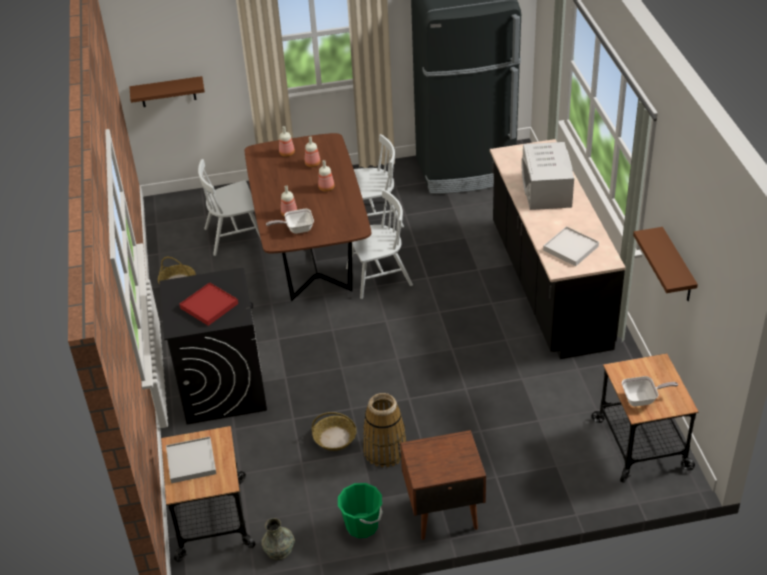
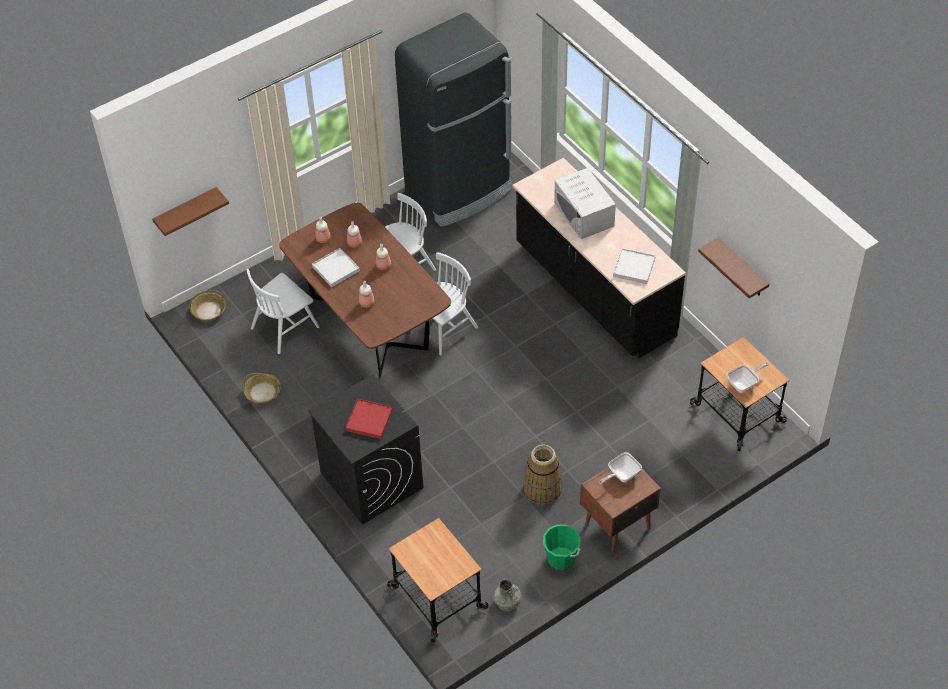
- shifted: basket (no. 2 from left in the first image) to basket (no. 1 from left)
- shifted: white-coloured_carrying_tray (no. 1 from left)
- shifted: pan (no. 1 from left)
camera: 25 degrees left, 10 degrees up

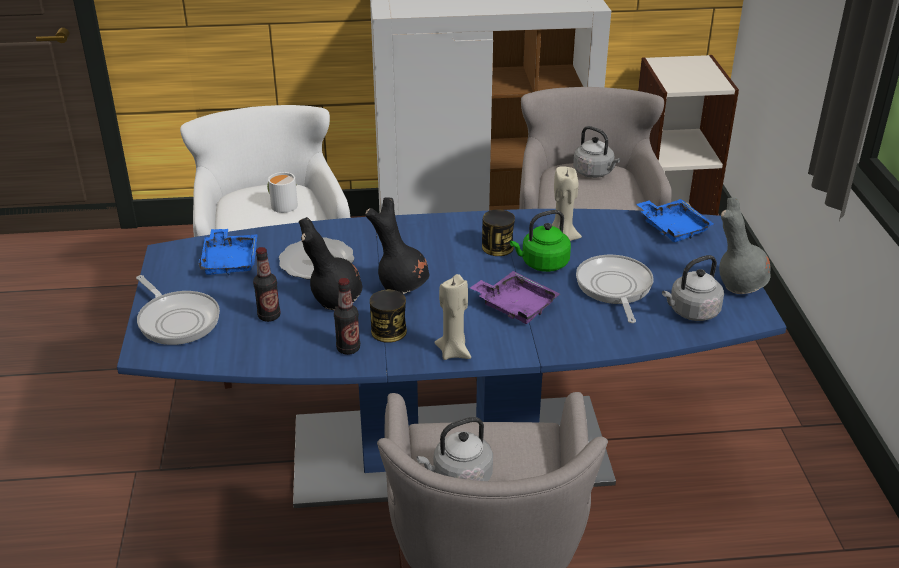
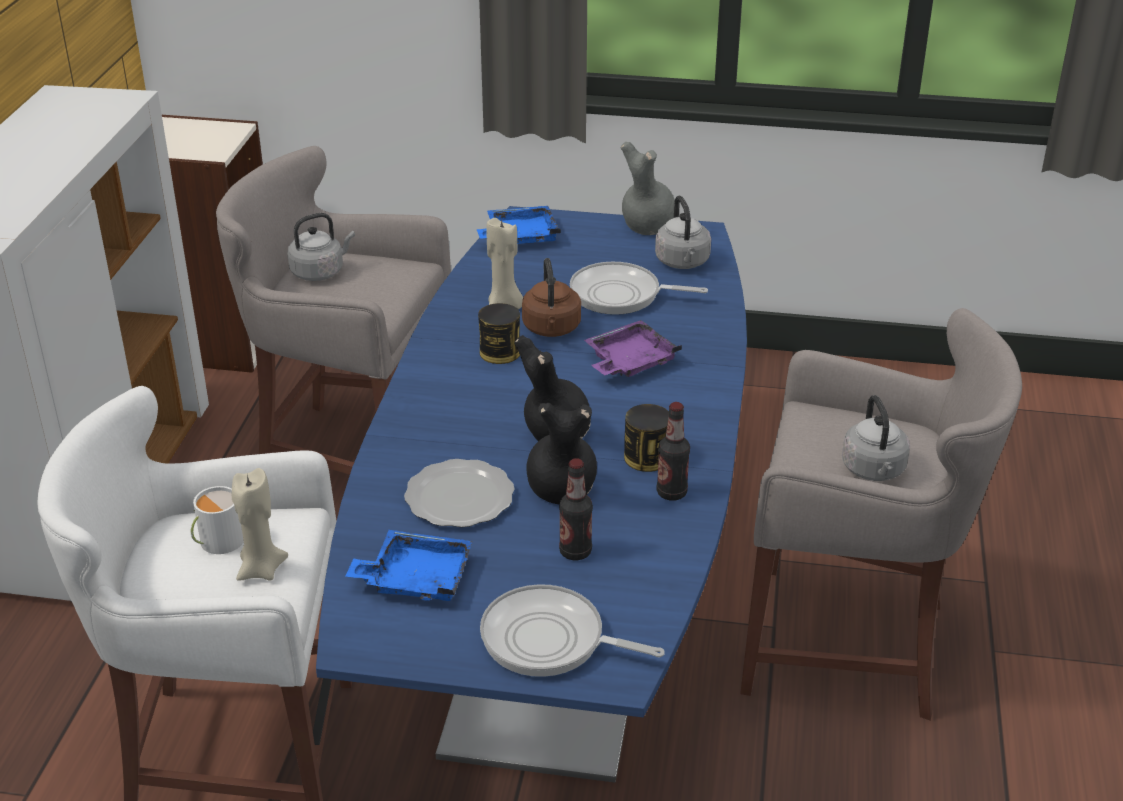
- shifted: beige-coloured_candle (no. 1 from left)
- rotated: pan (no. 1 from left) 135 degrees counterclockwise
- repainted: greenish_tea_kettle to brownish_tea_kettle
camera: 75 degrees left, 0 degrees up

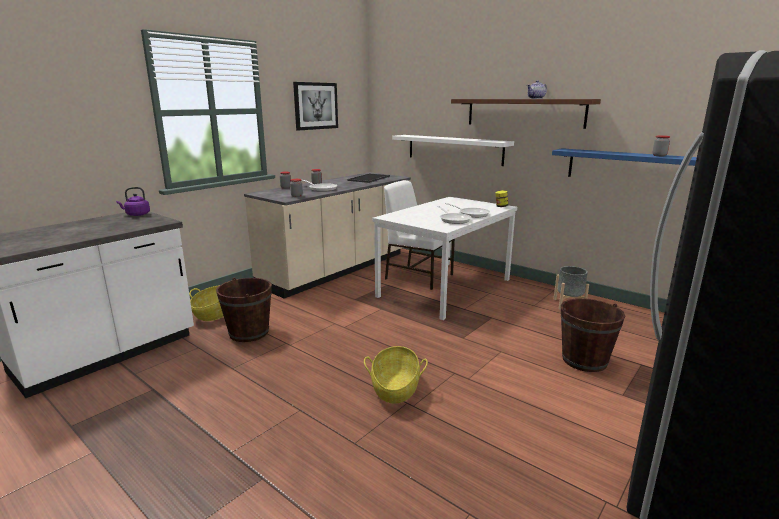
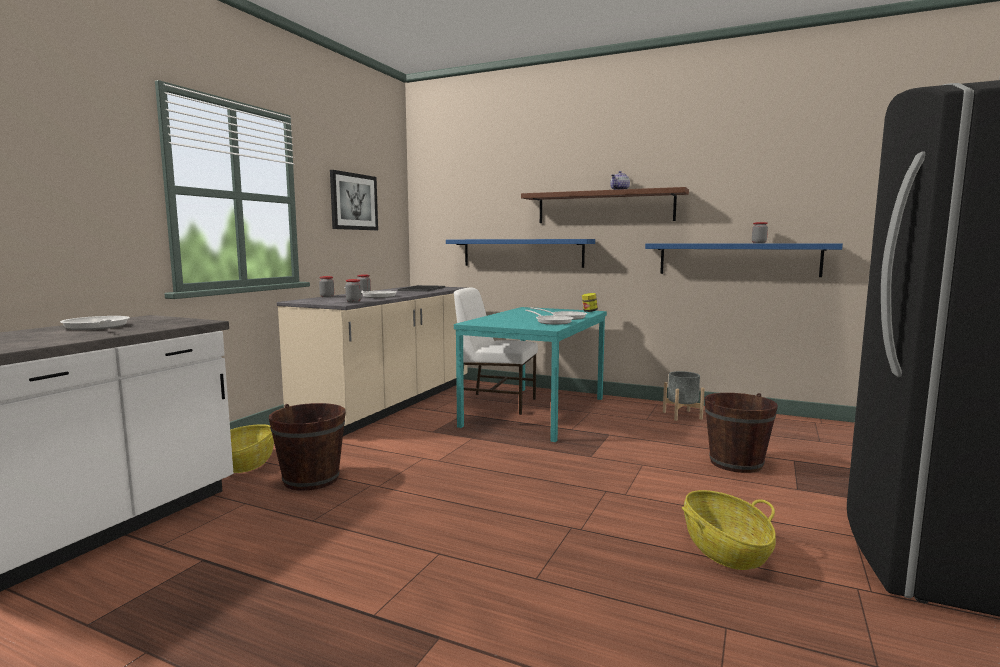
- new: pan (no. 1 from left)
- repainted: white-coloured_bracket_shelf to blue-coloured_bracket_shelf (no. 1 from left)
- repainted: white-coloured_kitchen_table to blue-green_kitchen_table
- shifted: basket (no. 2 from left)
- gone: purplish_tea_kettle
camera: 15 degrees left, 10 degrees down

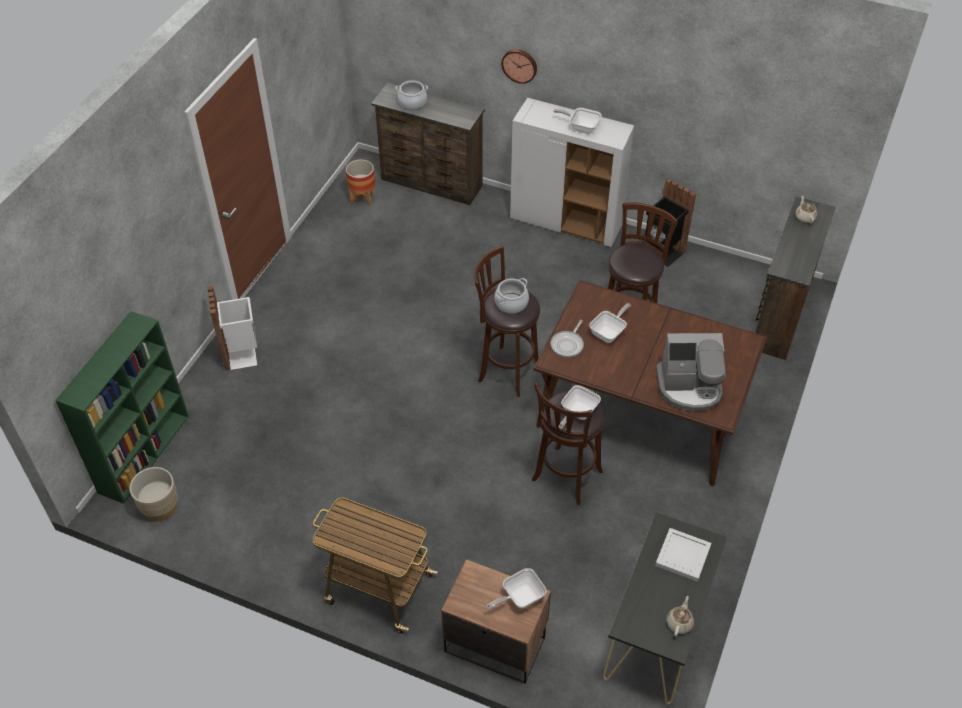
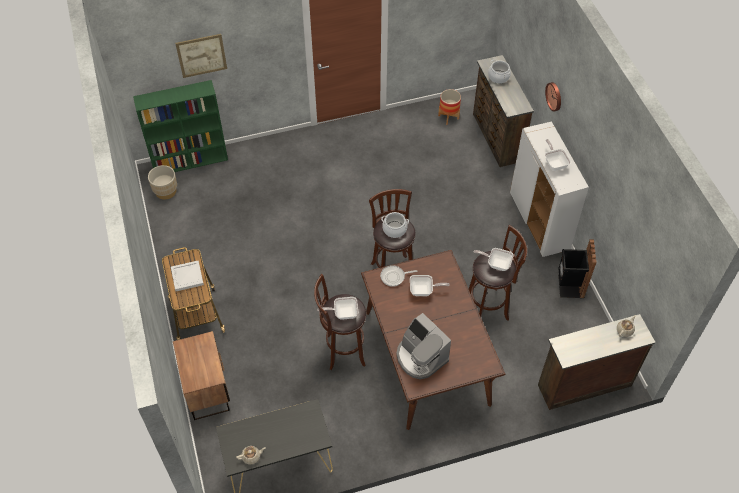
- shifted: white-coloured_carrying_tray
- new: picture
- shifted: pan (no. 1 from left in the first image) to pan (no. 4 from left)
- gone: white-coloured_waste_bin
camera: 50 degrees right, 5 degrees up

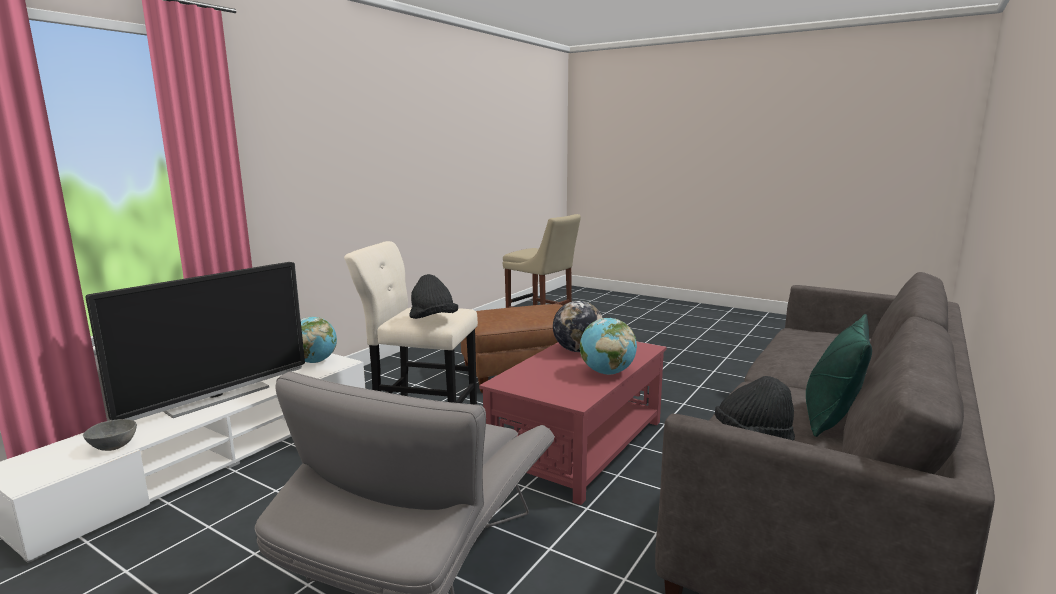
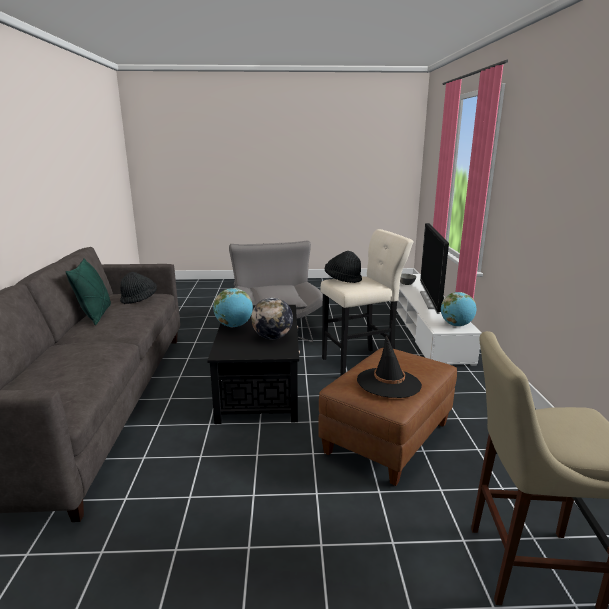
- repainted: red-coloured_low_table to black_low_table
- new: black_clothing_hat (no. 3 from left)
camera: 145 degrees right, 5 degrees up

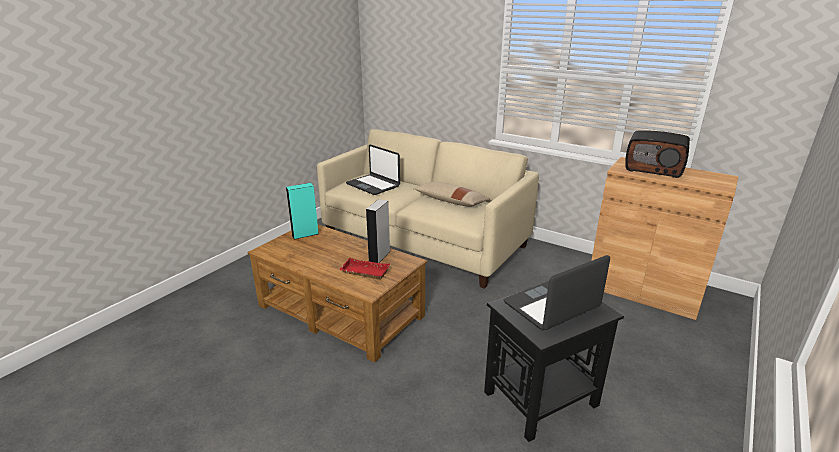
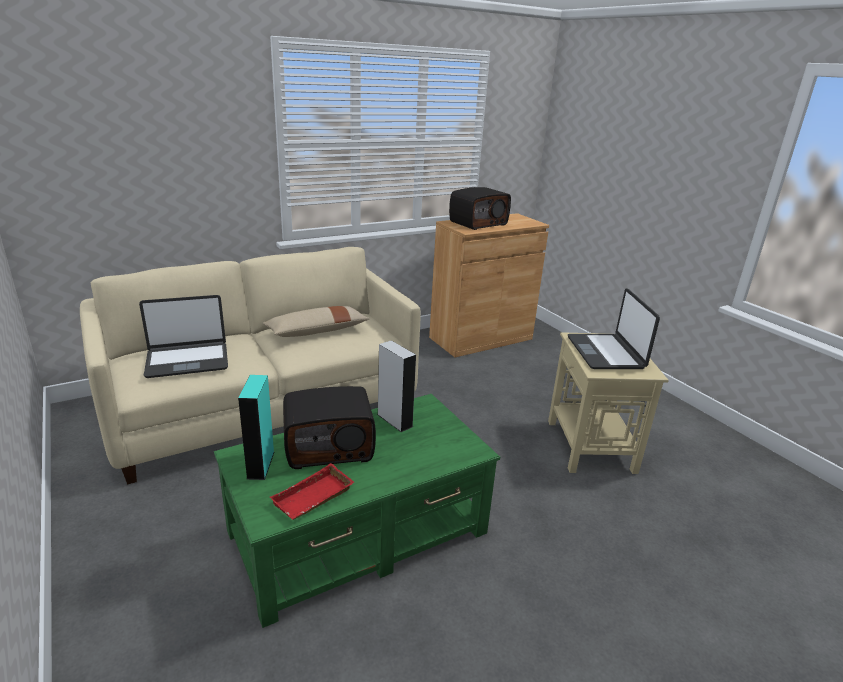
- repainted: brownish_low_table to greenish_low_table
- shifted: red-coloured_carrying_tray
- new: radio_set (no. 1 from left)
- repainted: black_end_table to beige-coloured_end_table
camera: 65 degrees left, 0 degrees up

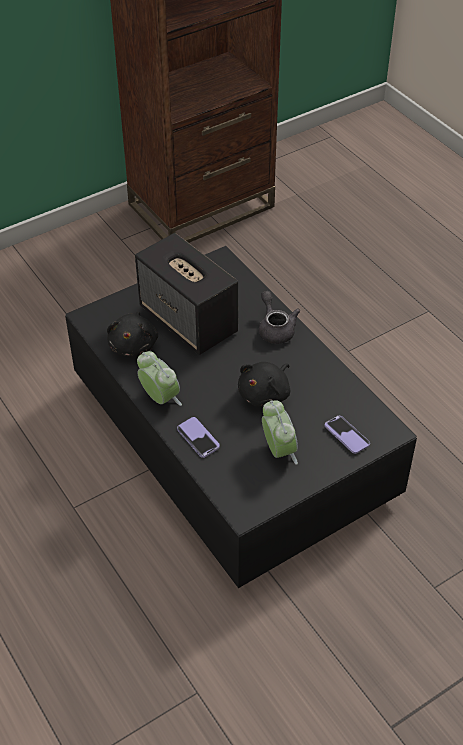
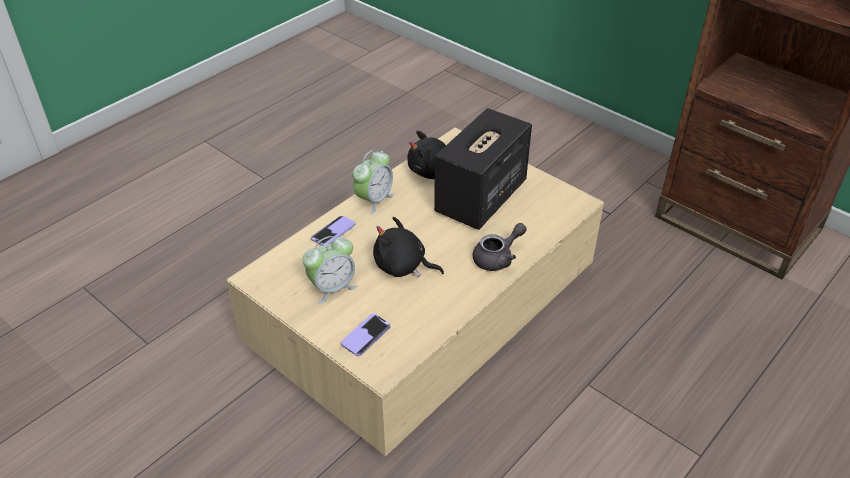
- repainted: black_low_table to beige-coloured_low_table
camera: 75 degrees right, 5 degrees down

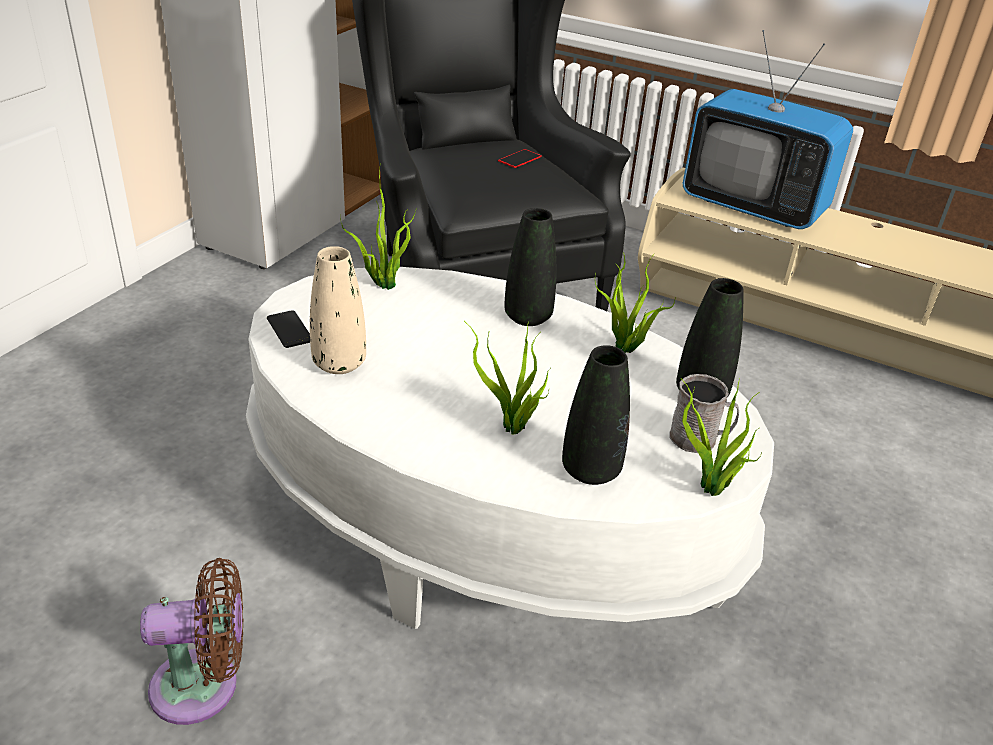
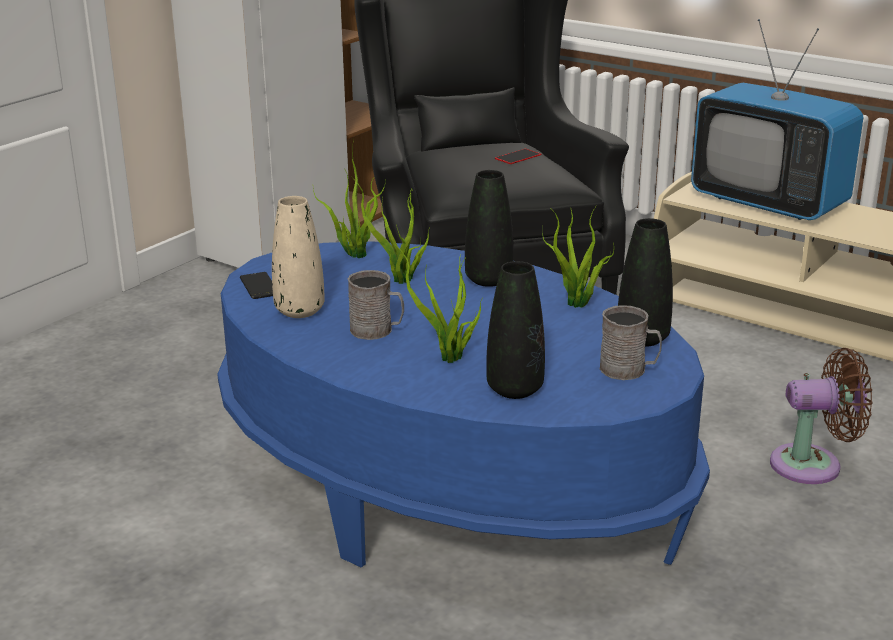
- repainted: white-coloured_low_table to blue-coloured_low_table
- new: gray_mug (no. 1 from left)
- shifted: potted_plant (no. 4 from left in the first image) to potted_plant (no. 2 from left)
- shifted: brownish_cooling_fan
camera: 10 degrees right, 10 degrees down

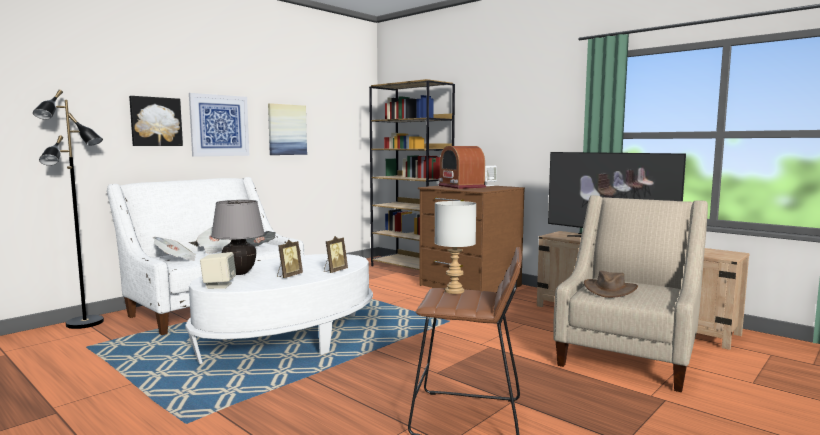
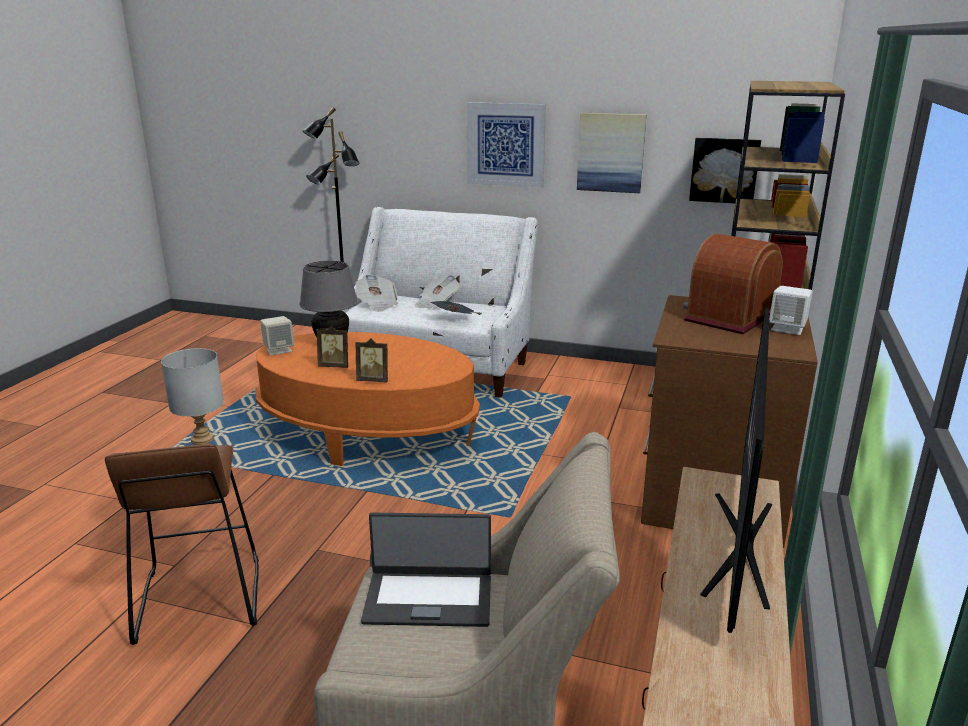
- repainted: white-coloured_low_table to orange_low_table
- swapped: brownish_clothing_hat to portable_computer
- shifted: picture (no. 1 from left in the first image) to picture (no. 3 from left)
camera: 65 degrees right, 15 degrees up

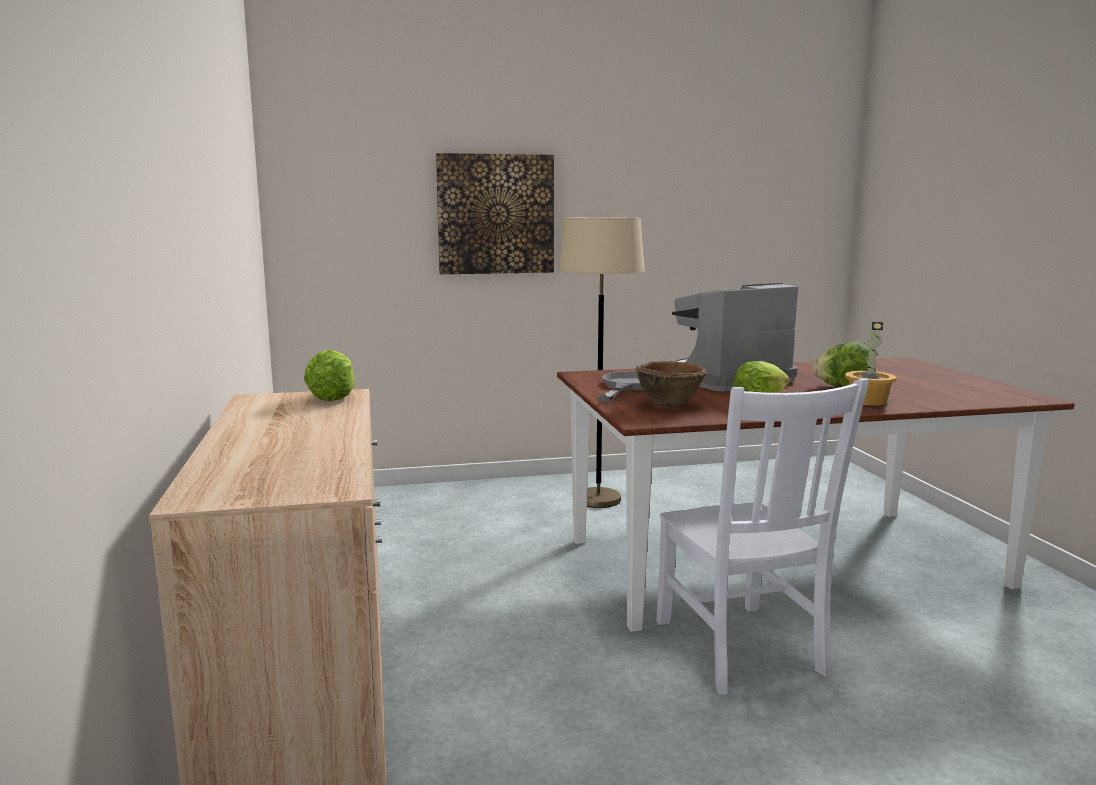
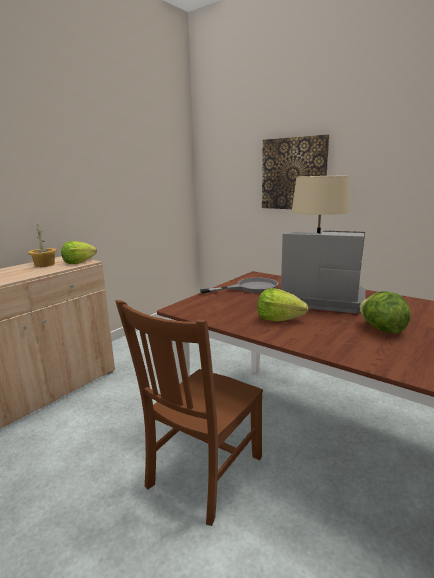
- shifted: potted_plant
- repainted: white-coloured_upright_chair to brownish_upright_chair
- gone: brownish_bowl
camera: 50 degrees right, 5 degrees up

